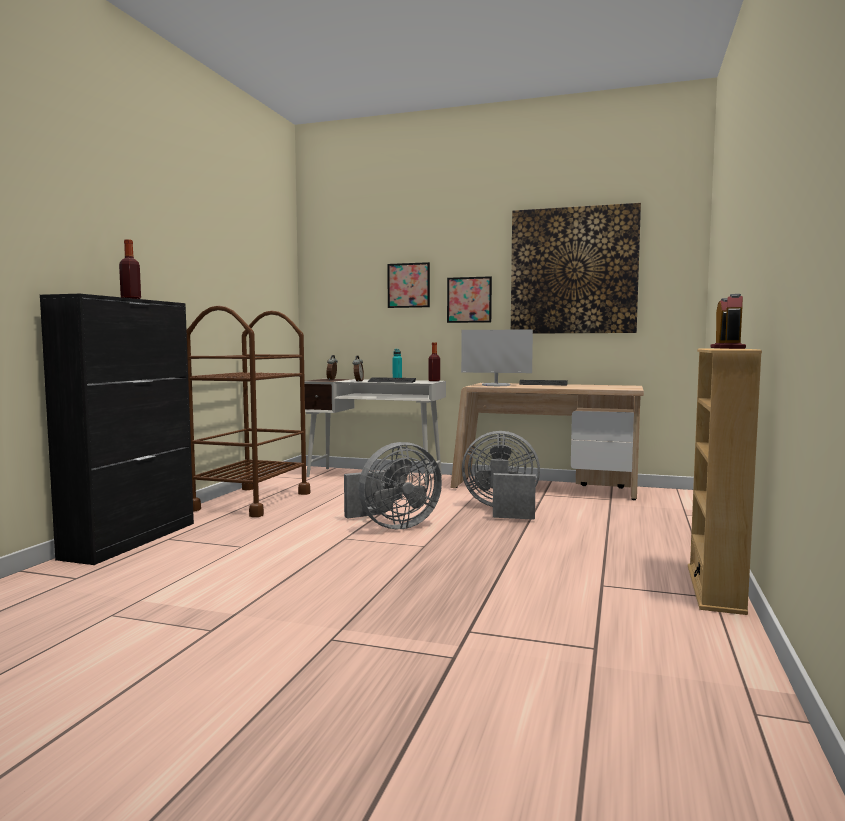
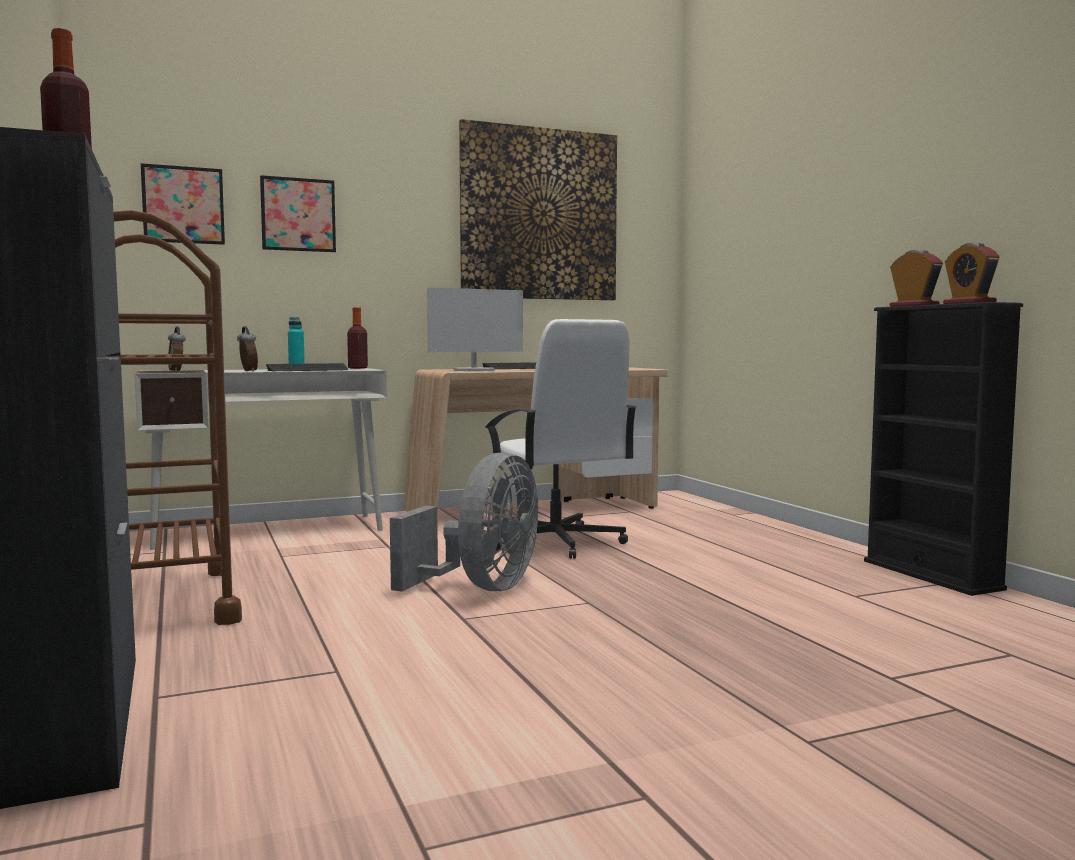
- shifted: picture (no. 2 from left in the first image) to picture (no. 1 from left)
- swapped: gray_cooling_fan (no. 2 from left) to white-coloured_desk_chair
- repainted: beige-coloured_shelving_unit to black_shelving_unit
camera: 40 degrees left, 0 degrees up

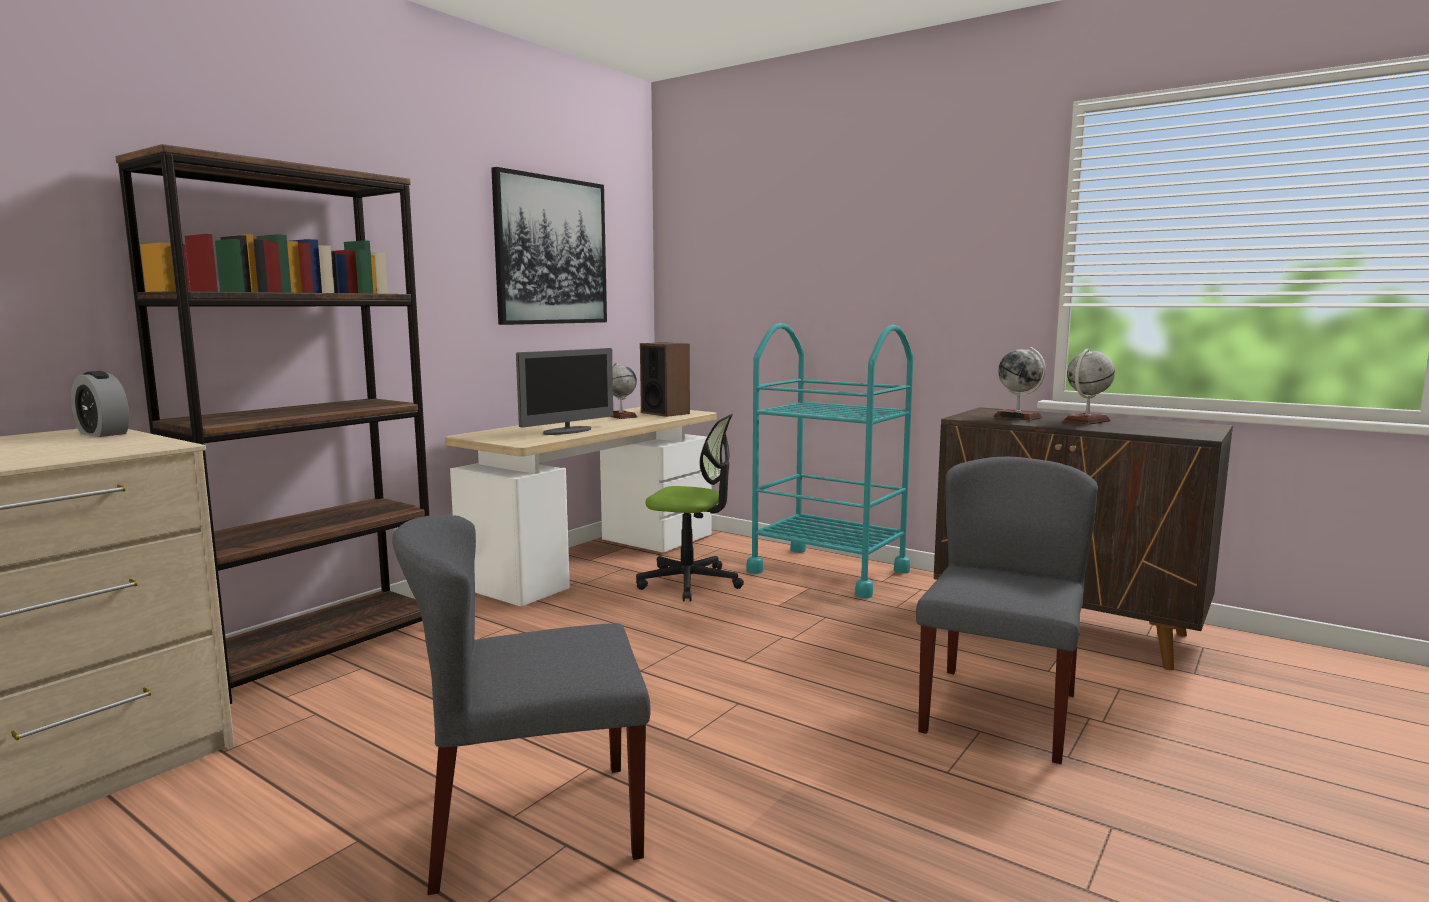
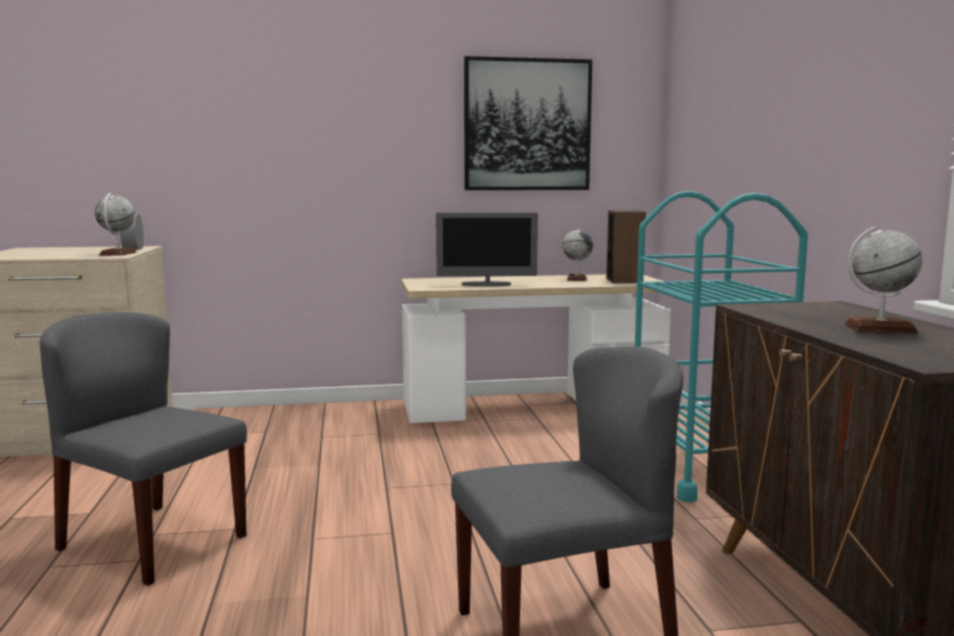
- shifted: world_globe (no. 2 from left in the first image) to world_globe (no. 1 from left)
- gone: brownish_shelving_unit
- gone: desk_chair
camera: 45 degrees right, 0 degrees up

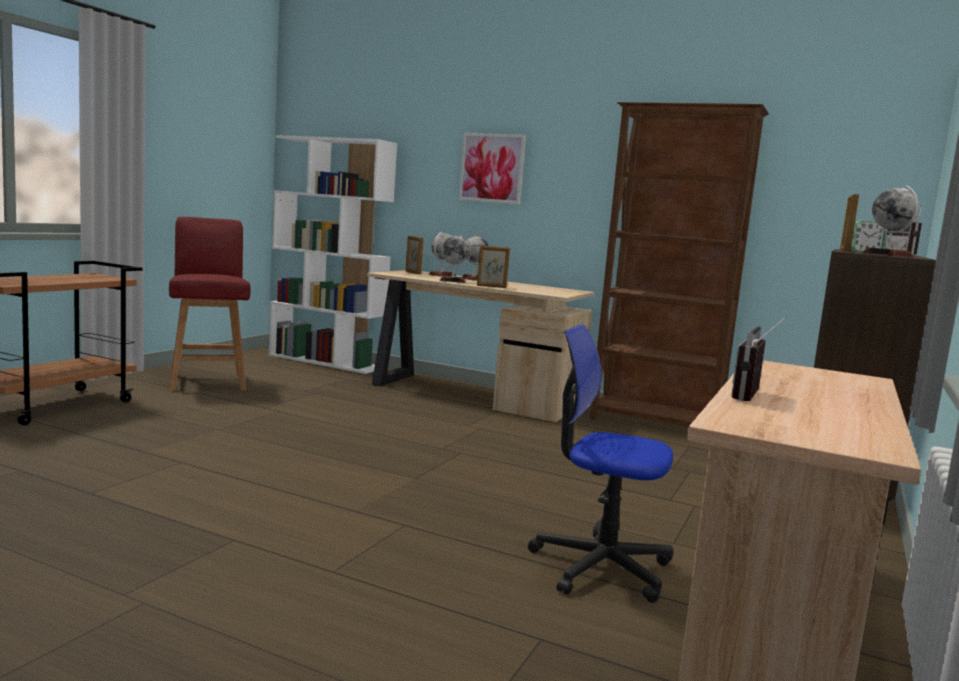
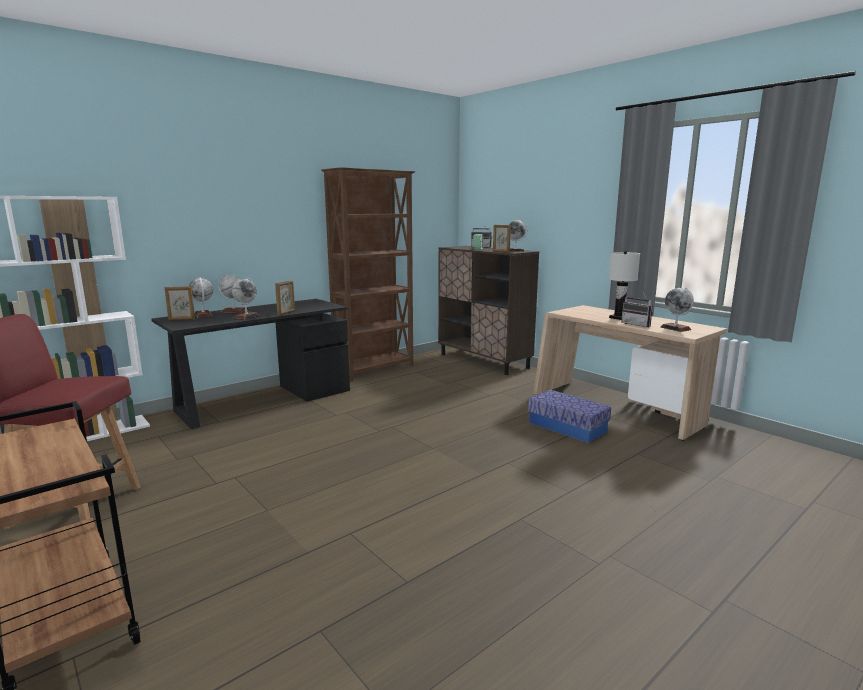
- repainted: beige-coloured_desk_unit (no. 1 from left) to black_desk_unit
- swapped: desk_chair to storage_container
- new: white-coloured_tabletop_lamp
- new: world_globe (no. 5 from left)
- gone: picture
camera: 65 degrees left, 5 degrees up

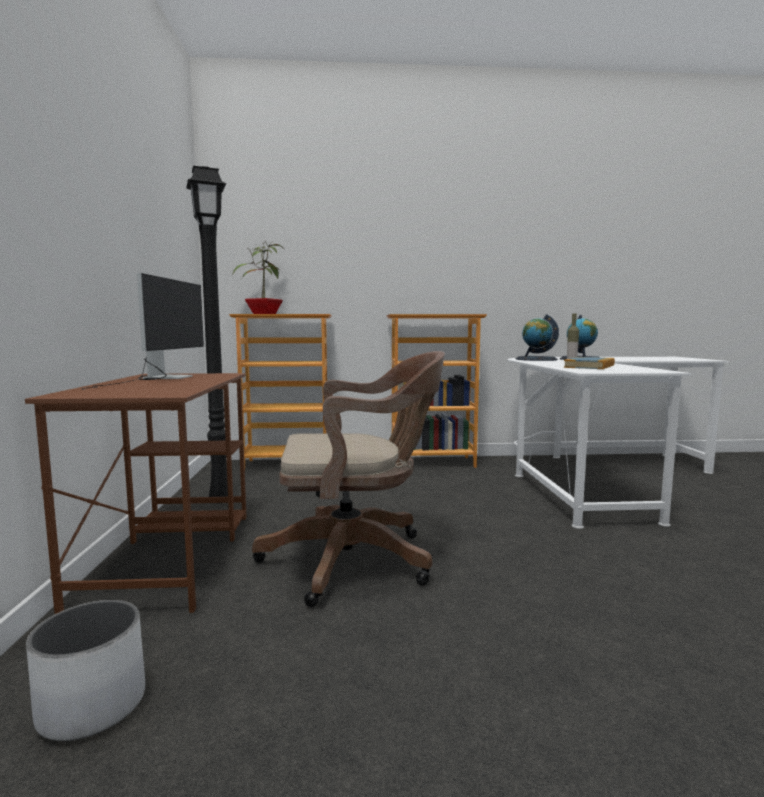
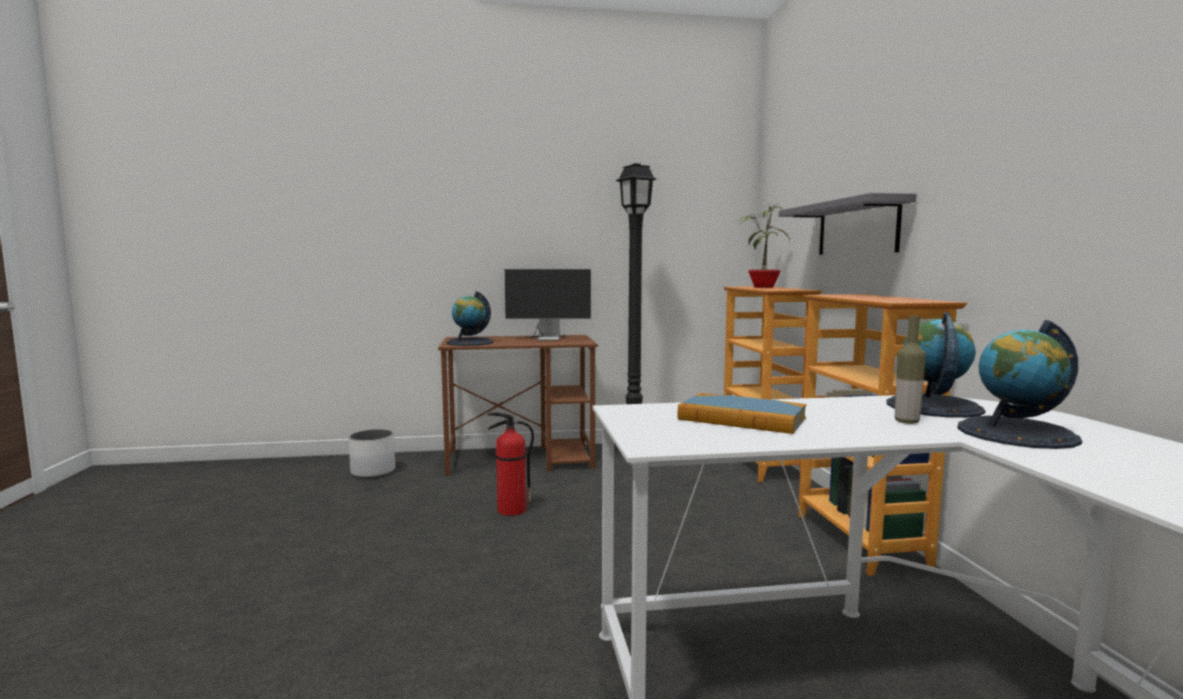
- new: world_globe (no. 1 from left)
- swapped: brownish_desk_chair to fire-fighting_cylinder
- new: gray_bracket_shelf
camera: 85 degrees right, 0 degrees up

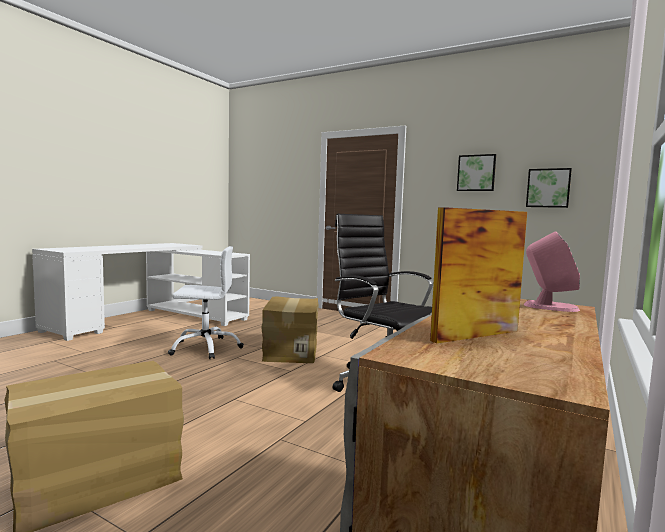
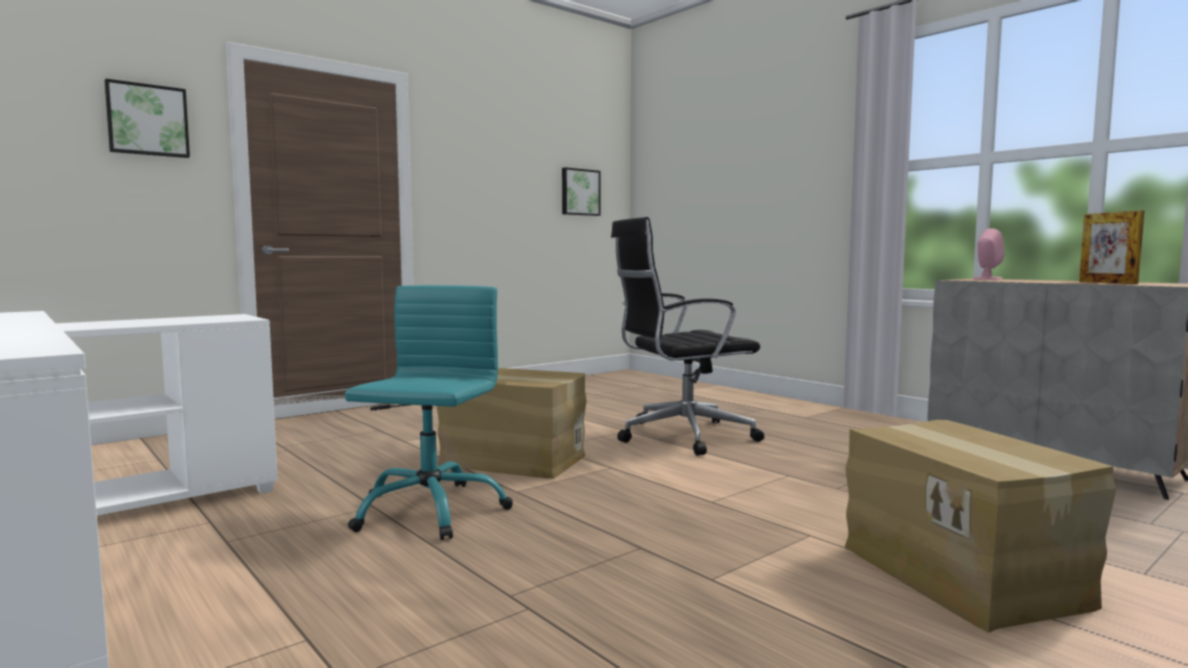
- shifted: picture (no. 1 from left)
- repainted: white-coloured_desk_chair to blue-green_desk_chair
camera: 70 degrees left, 0 degrees up

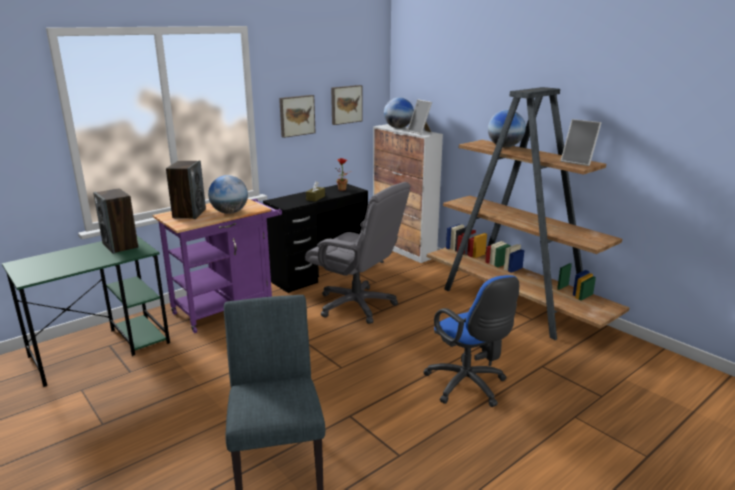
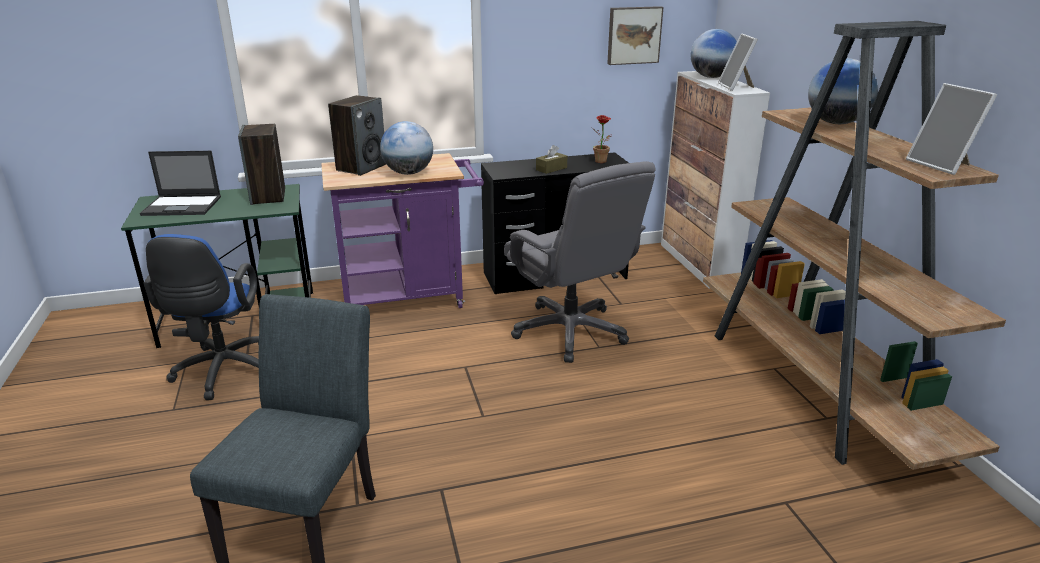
- new: portable_computer
- shifted: blue-coloured_desk_chair
- gone: picture (no. 1 from left)
camera: 25 degrees right, 5 degrees up

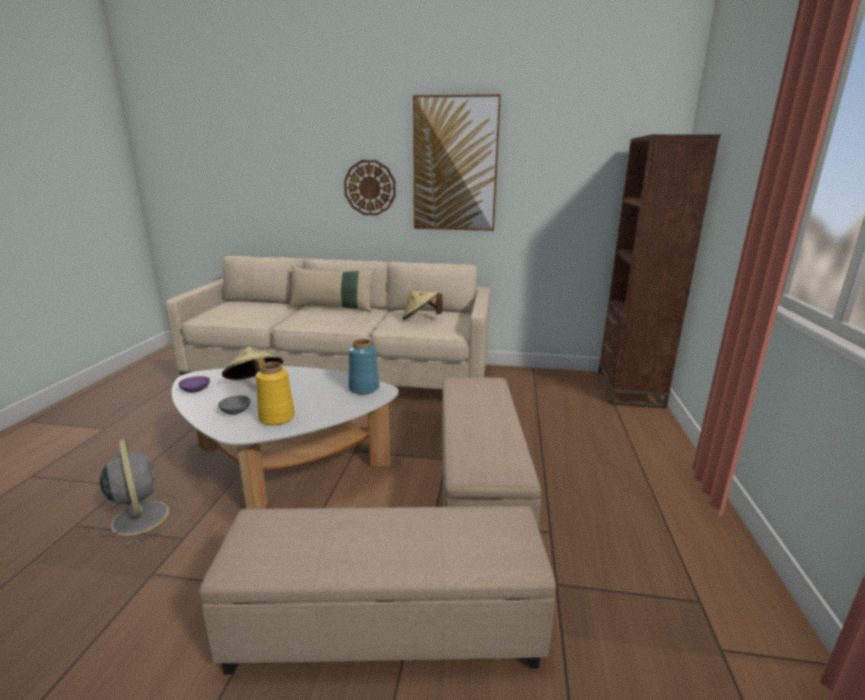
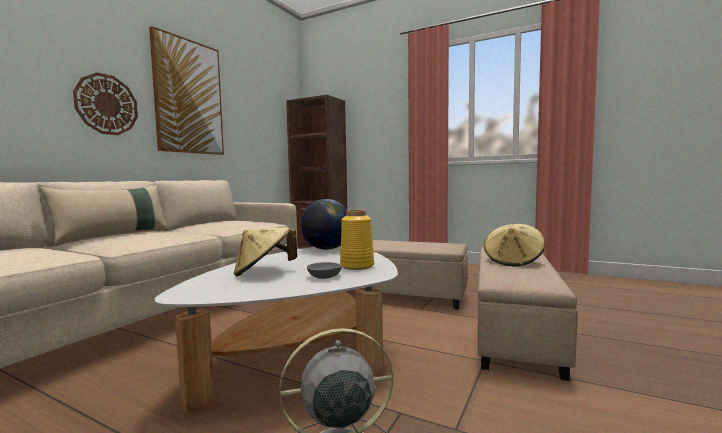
- swapped: blue-coloured_decorative_vase to world_globe
- shifted: beige-coloured_clothing_hat (no. 2 from left)
- gone: purplish_bowl
camera: 70 degrees left, 15 degrees down

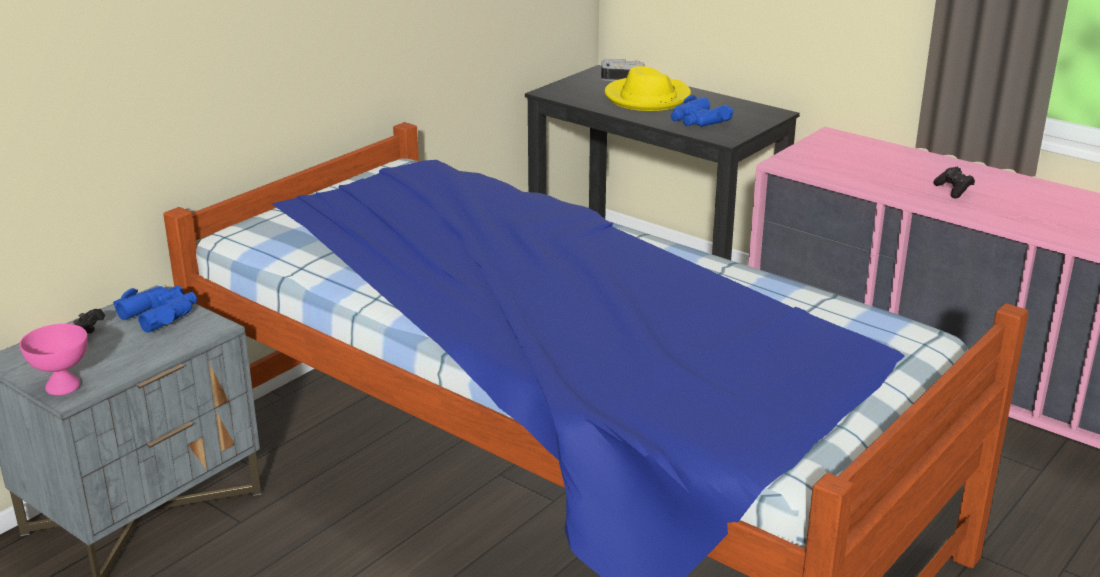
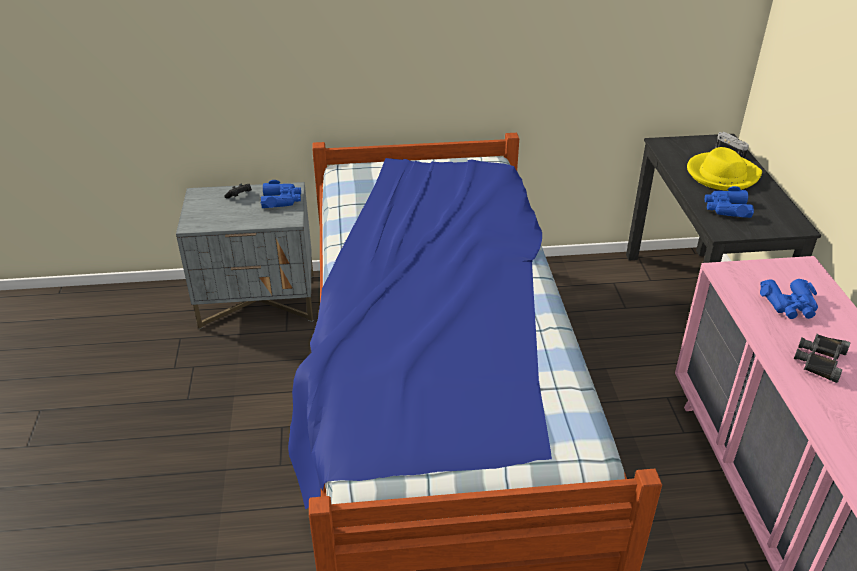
- new: blue-coloured_field_glasses (no. 3 from left)
- swapped: black_gamepad (no. 2 from left) to black_field_glasses
- gone: pink_bowl
camera: 45 degrees right, 10 degrees up

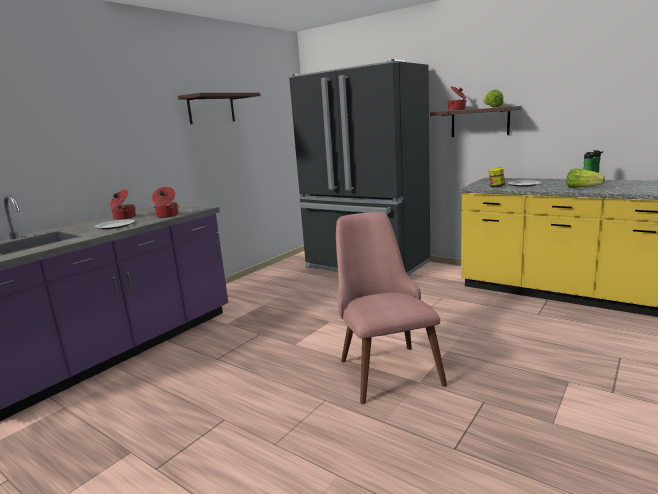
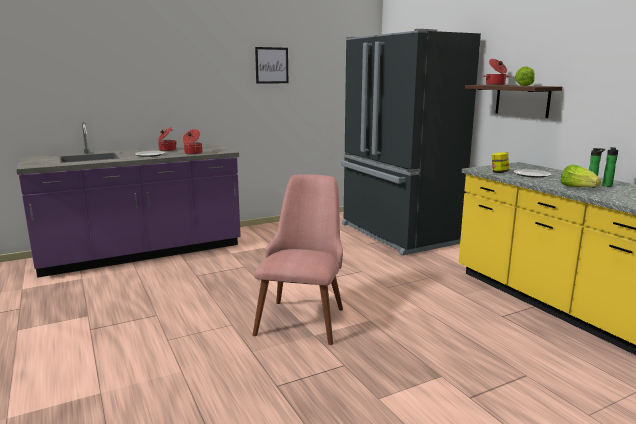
- swapped: bracket_shelf (no. 1 from left) to picture
camera: 25 degrees right, 0 degrees up

